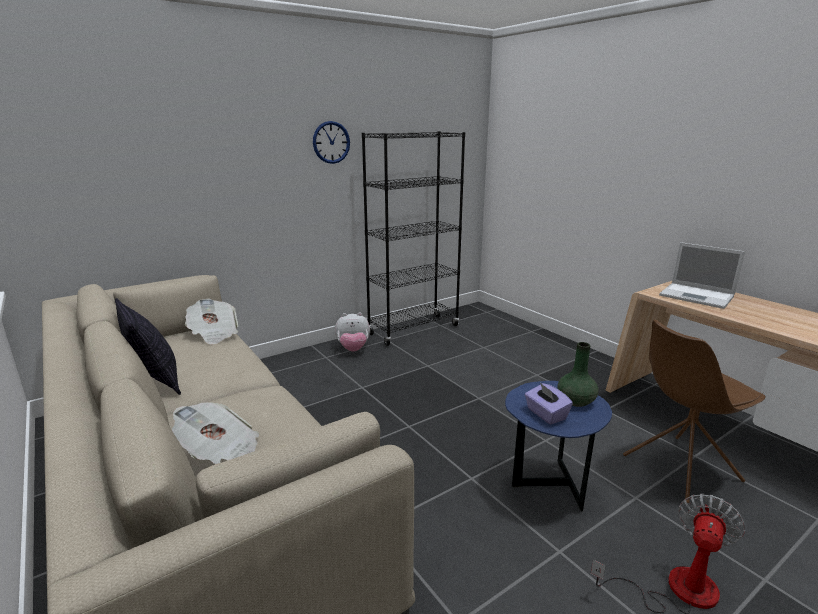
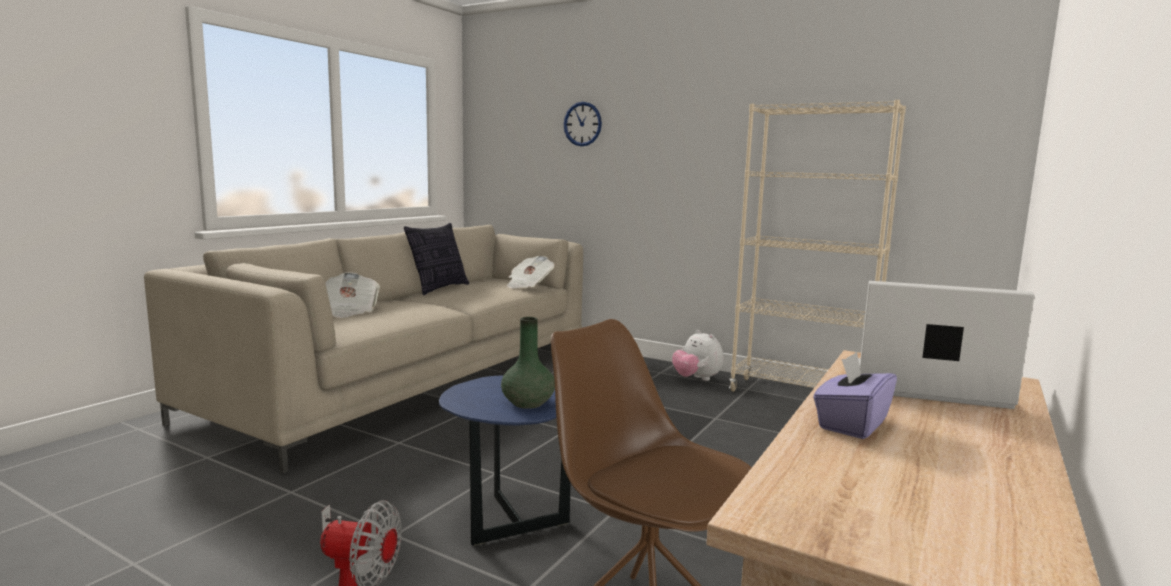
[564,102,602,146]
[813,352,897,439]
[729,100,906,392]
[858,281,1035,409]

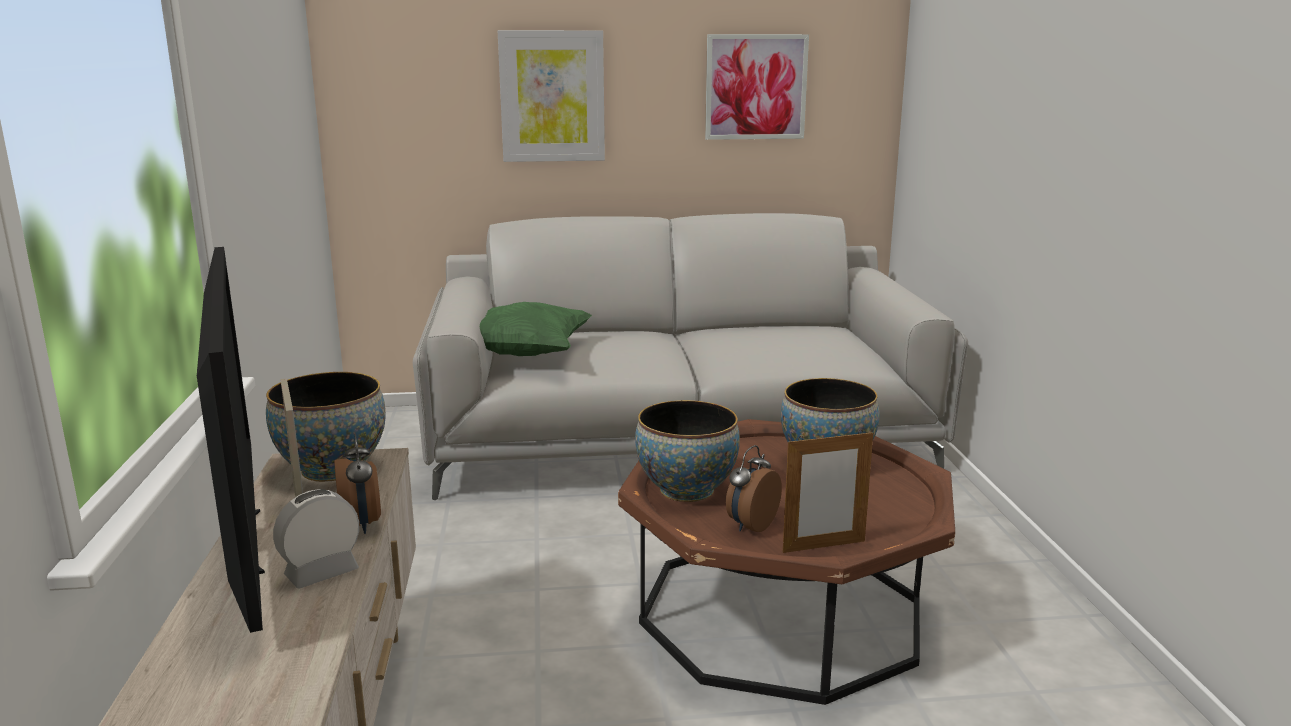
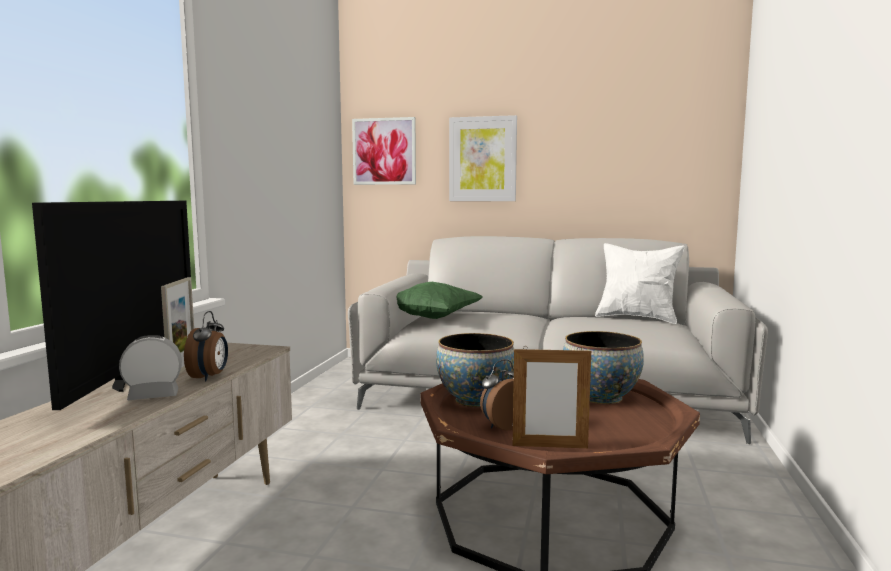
[266,372,386,482] (first image)
[595,243,684,324]
[352,117,416,185]

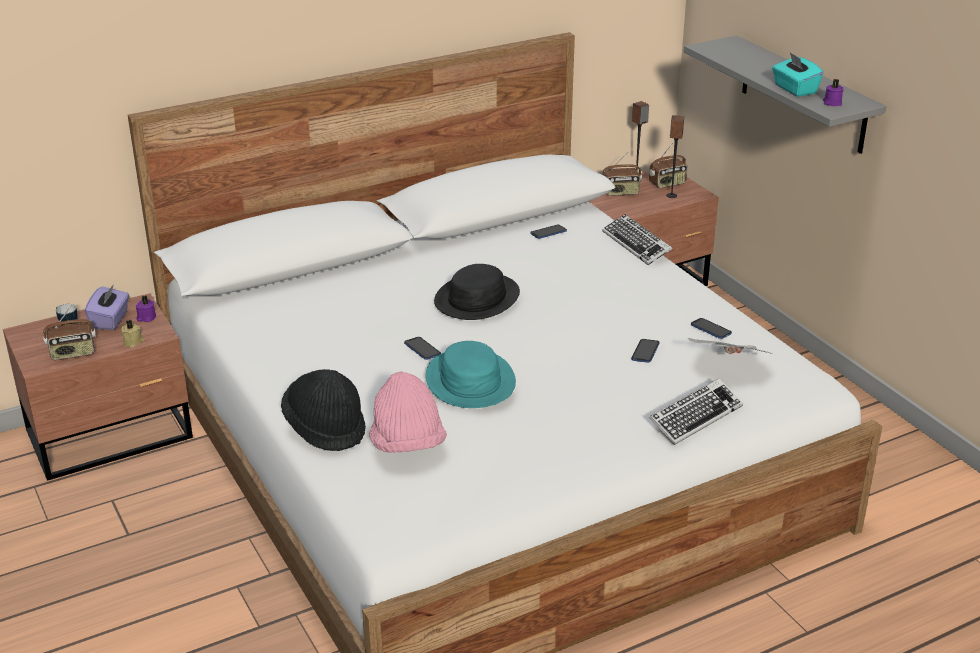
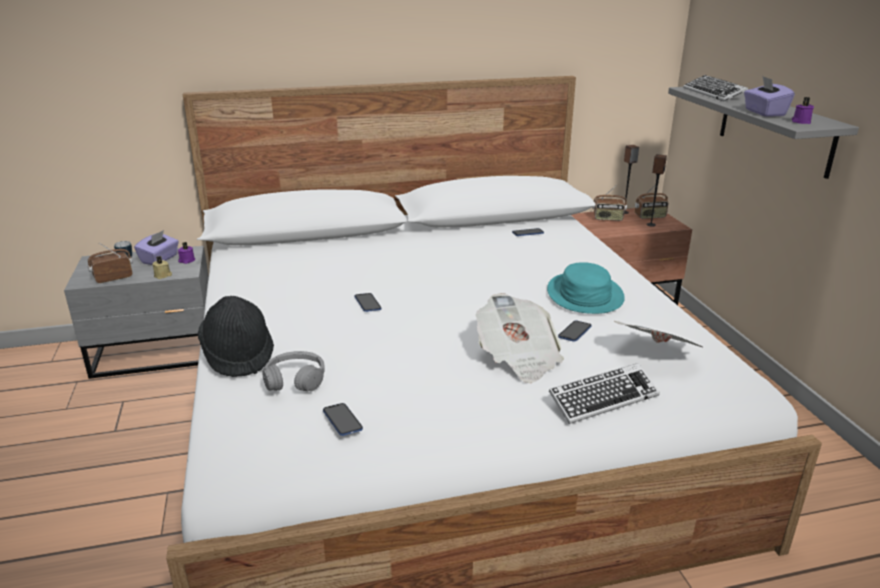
[434,264,520,320] (first image)
[475,293,564,383]
[547,262,625,314]
[683,75,748,101]
[323,403,363,436]
[262,351,325,391]
[64,246,209,379]
[744,76,795,117]
[88,243,133,283]

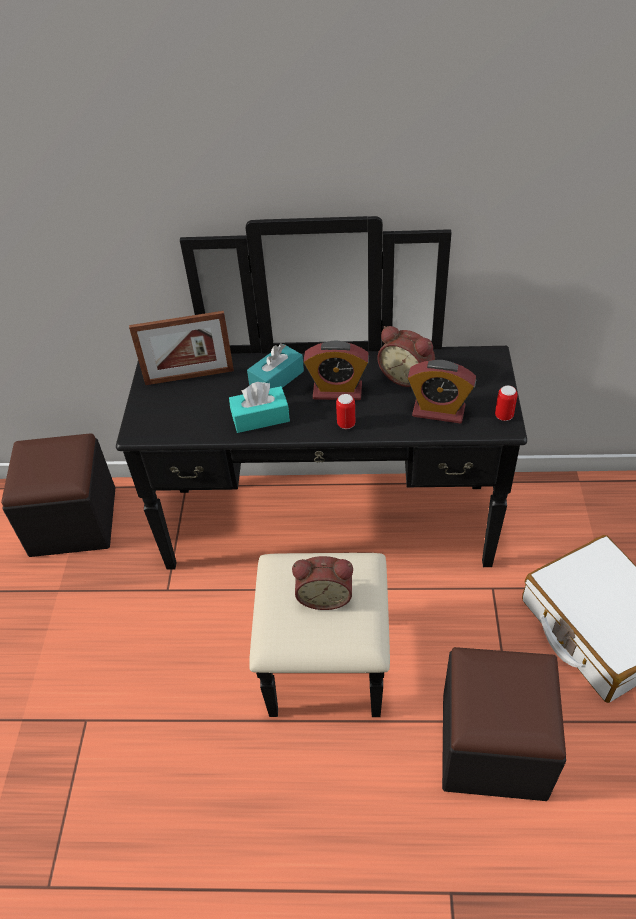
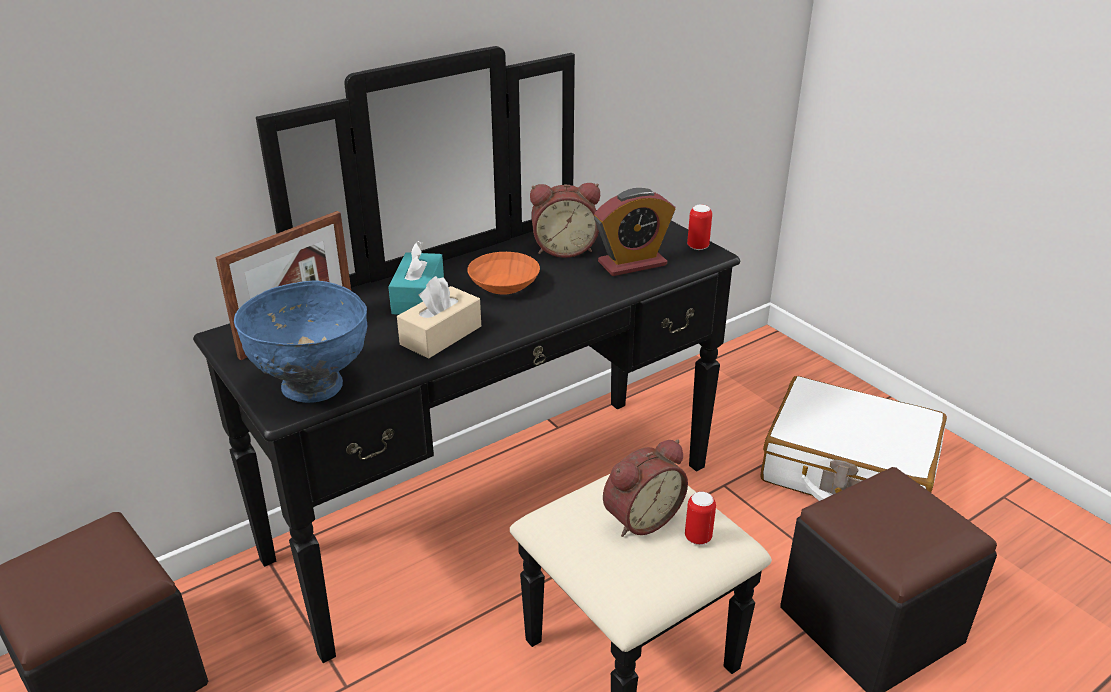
[234,280,368,403]
[685,492,716,545]
[467,252,540,295]
[397,276,481,359]

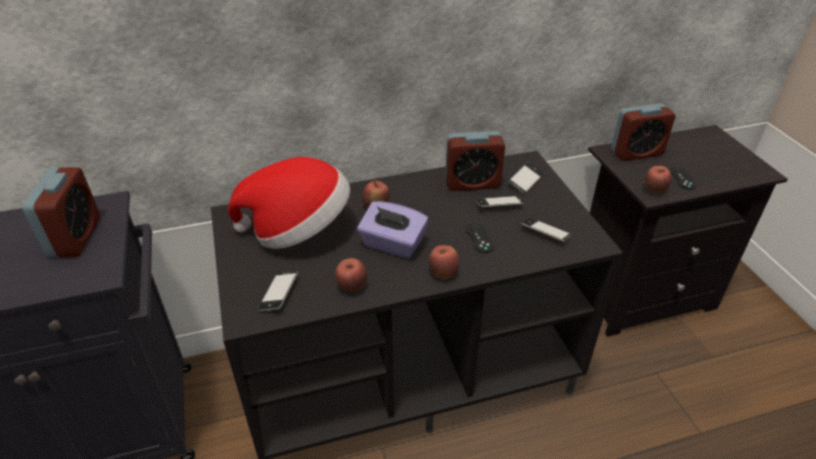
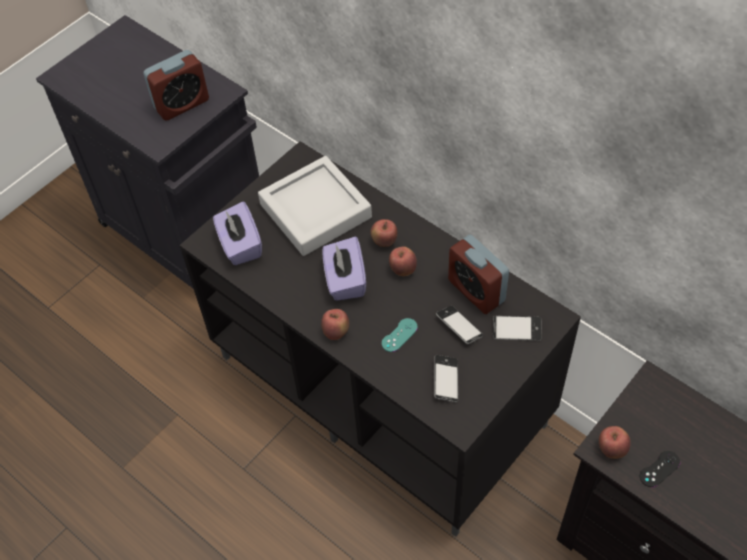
[611,103,675,161] (first image)
[389,246,417,276]
[258,156,372,256]
[213,202,262,265]
[382,318,418,352]

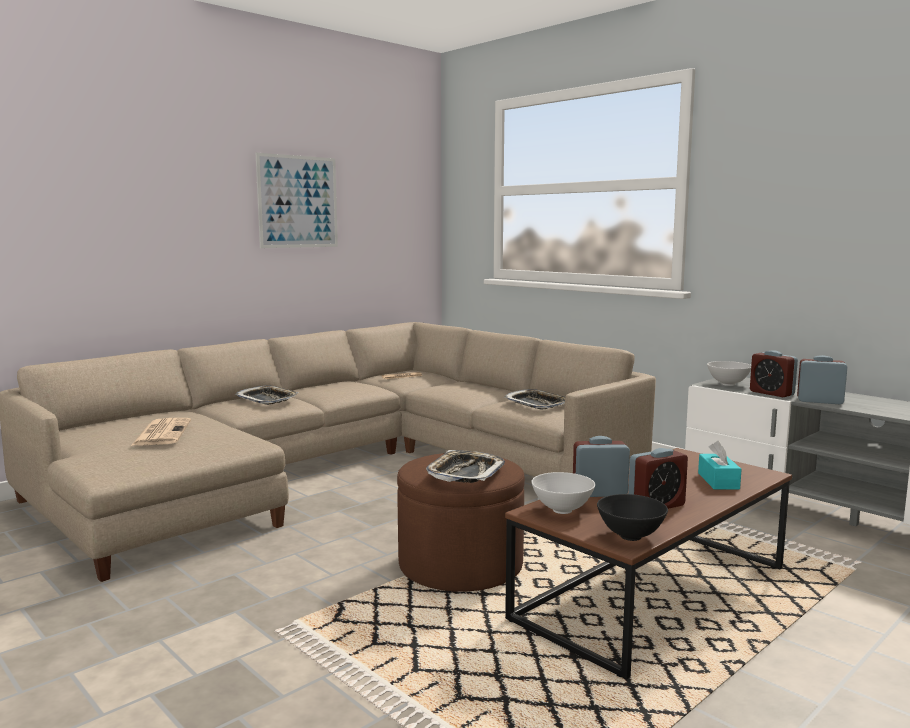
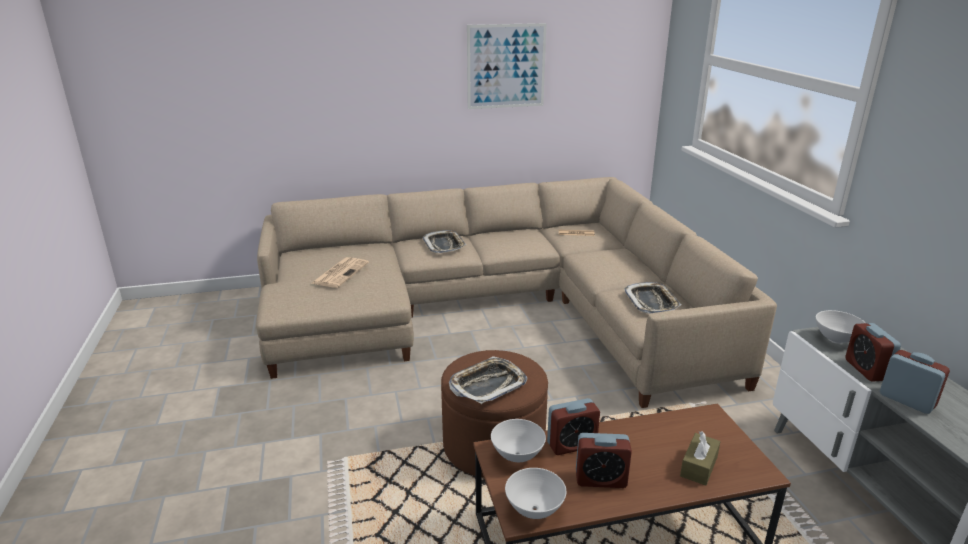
[505,468,566,519]
[680,431,721,486]
[547,398,600,455]

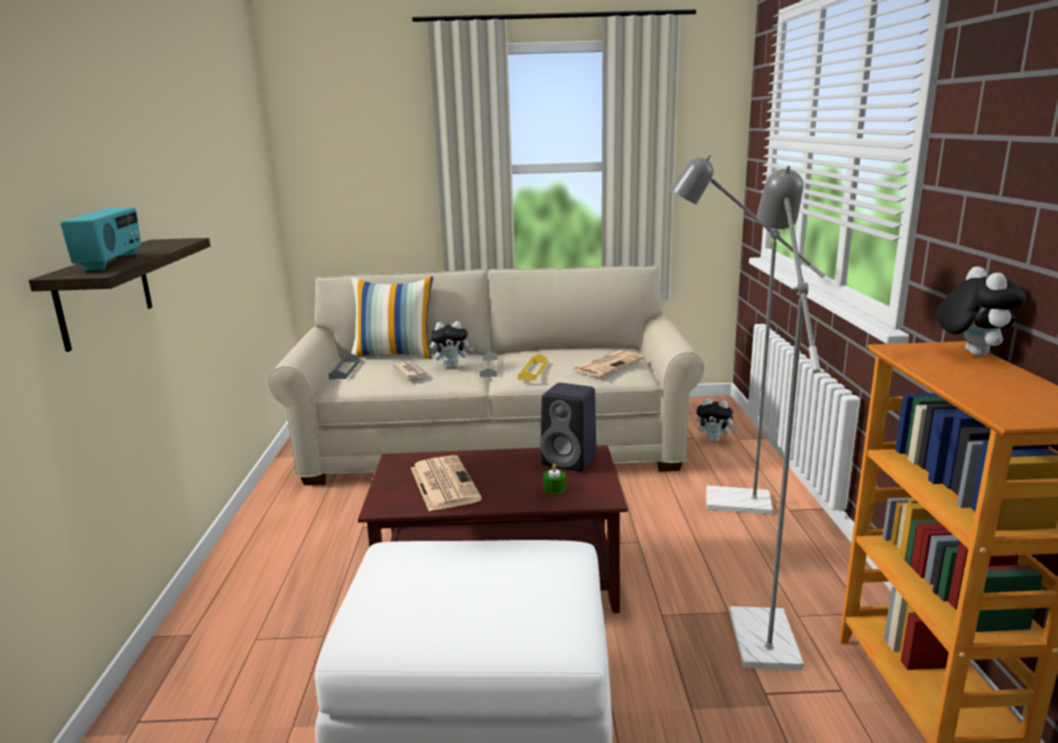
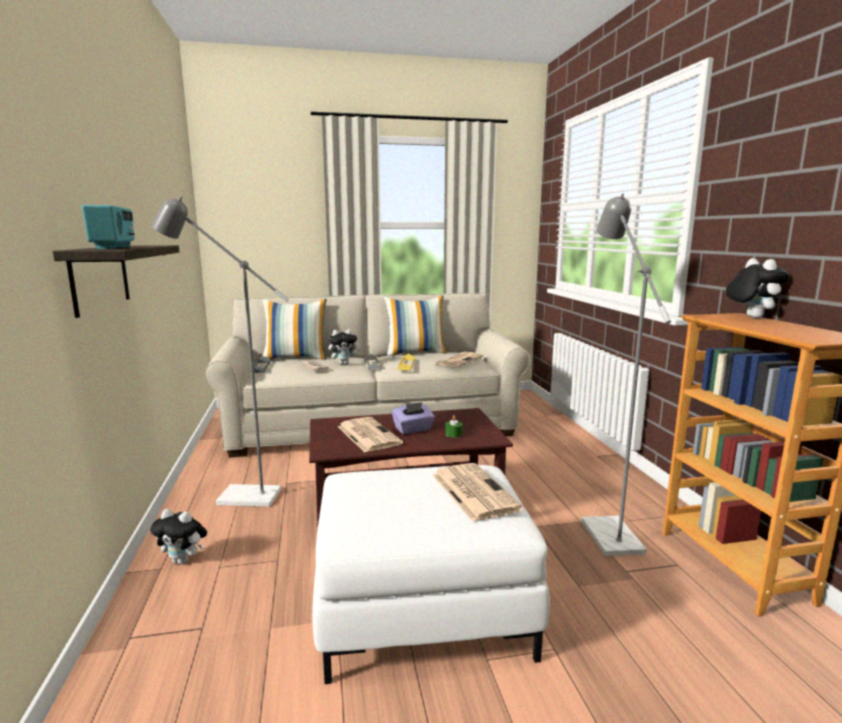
[540,383,597,472] (first image)
[384,295,447,356]
[392,402,435,434]
[433,463,523,522]
[151,196,289,507]
[150,509,207,565]

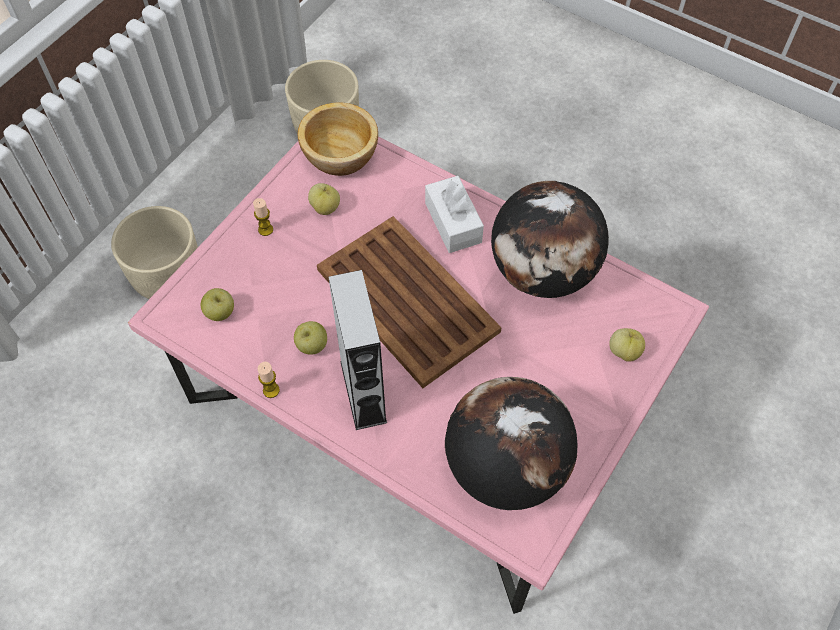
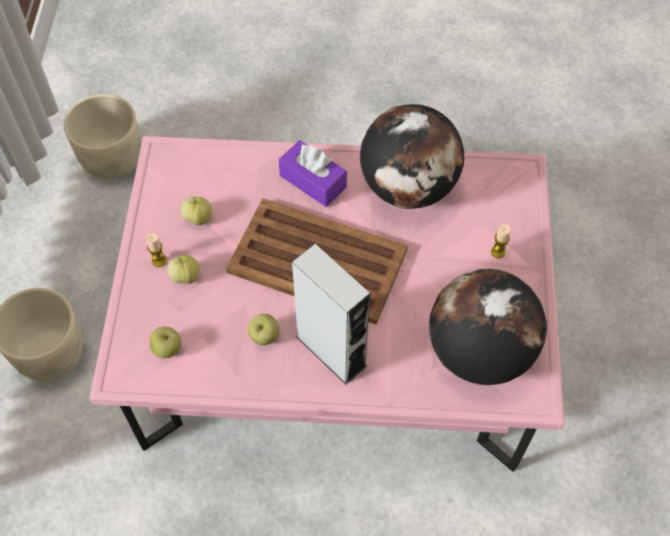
[297,102,378,176] (first image)
[491,224,511,258]
[168,255,200,284]
[279,140,347,207]

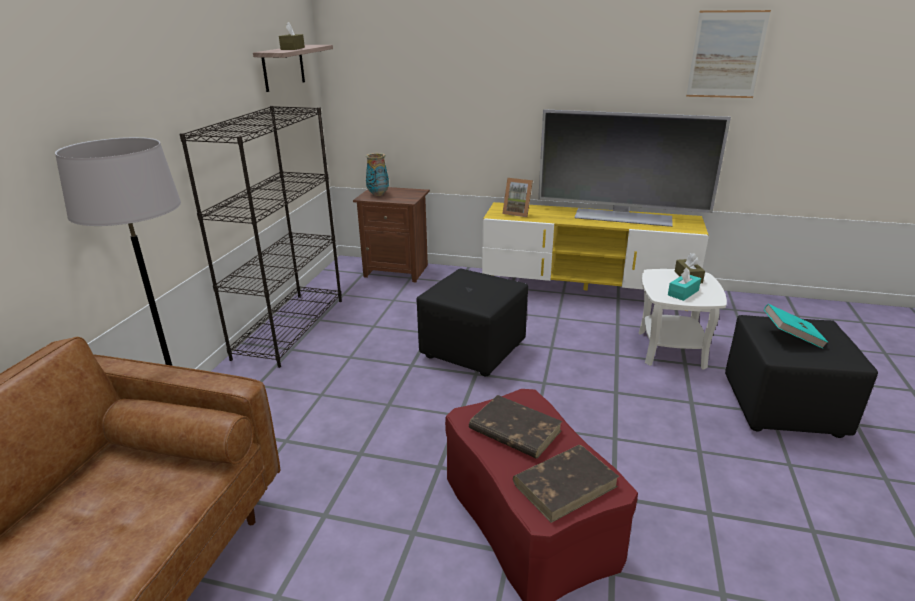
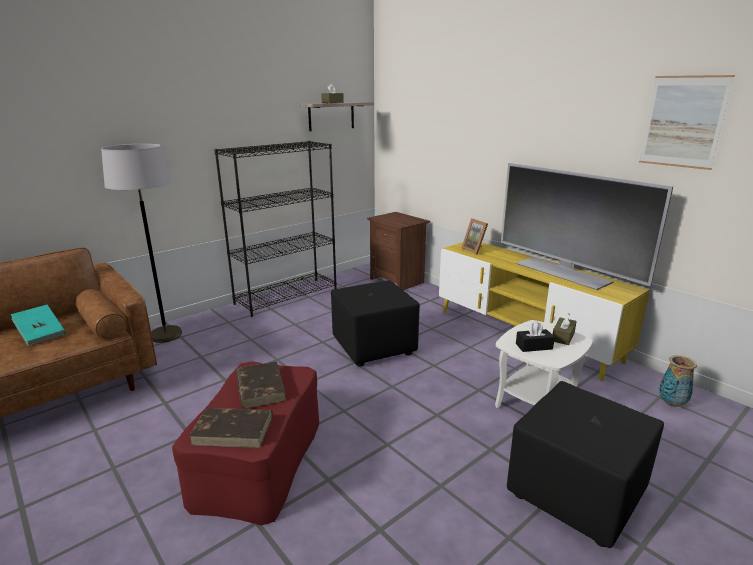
[659,355,697,407]
[11,305,66,346]
[516,321,555,352]

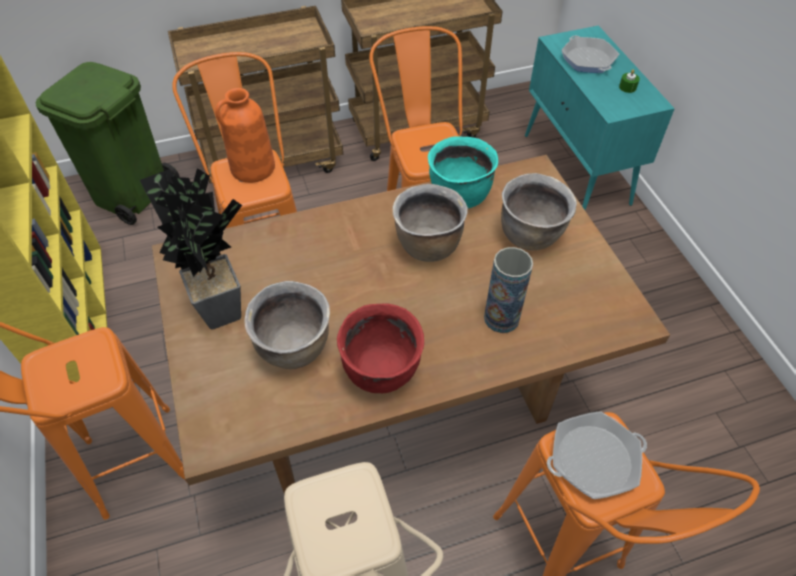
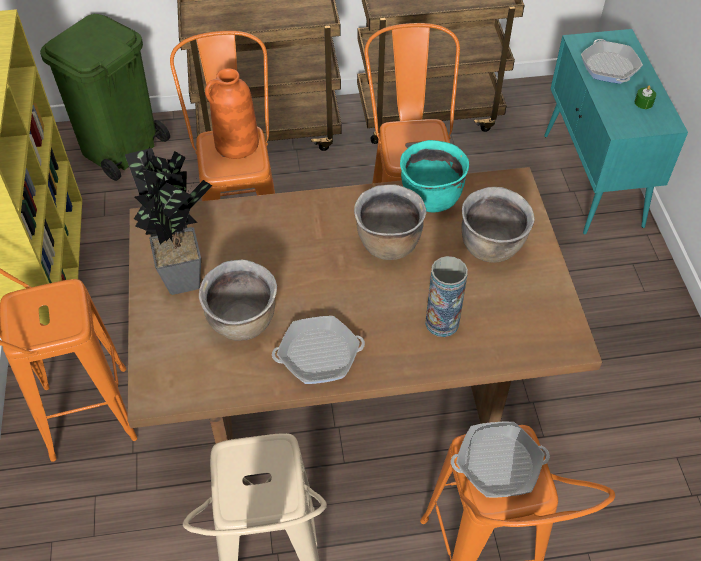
[272,316,365,384]

